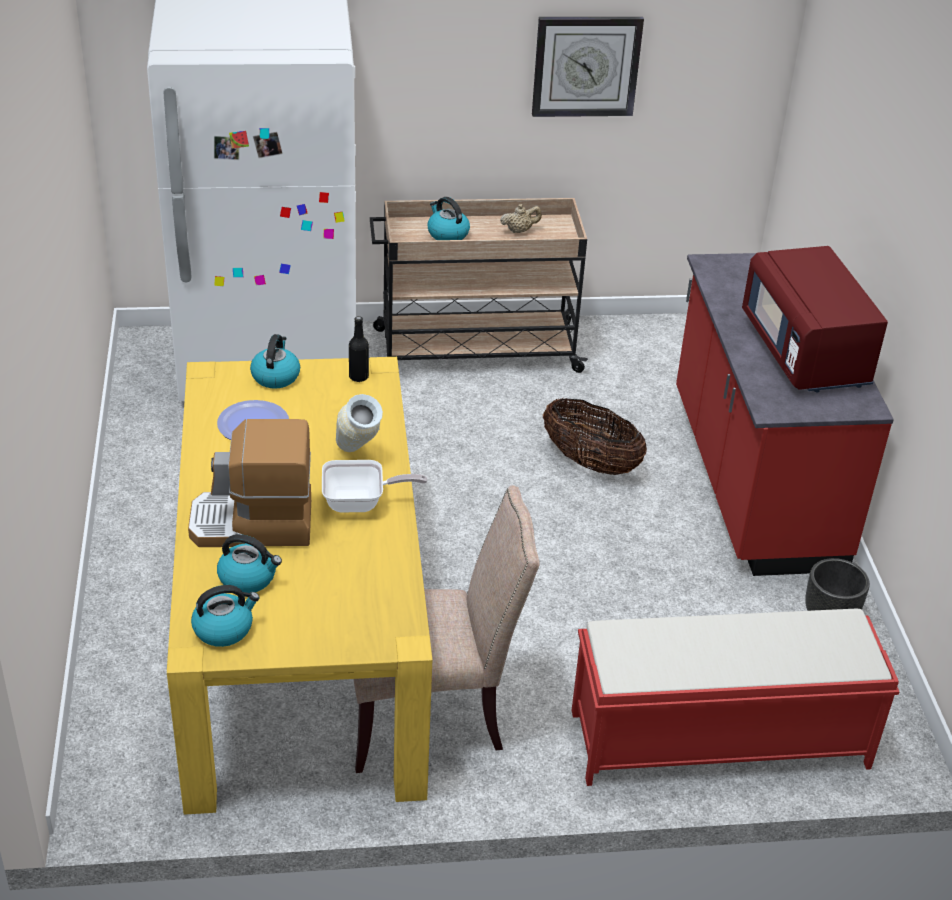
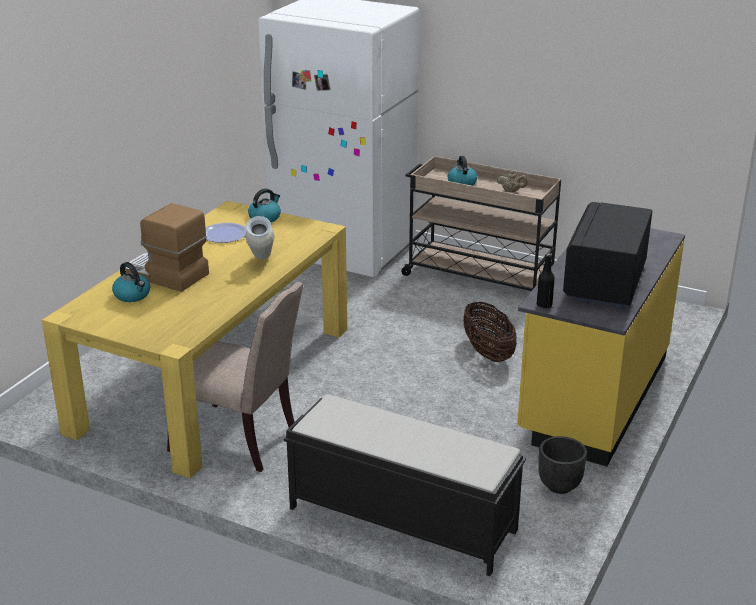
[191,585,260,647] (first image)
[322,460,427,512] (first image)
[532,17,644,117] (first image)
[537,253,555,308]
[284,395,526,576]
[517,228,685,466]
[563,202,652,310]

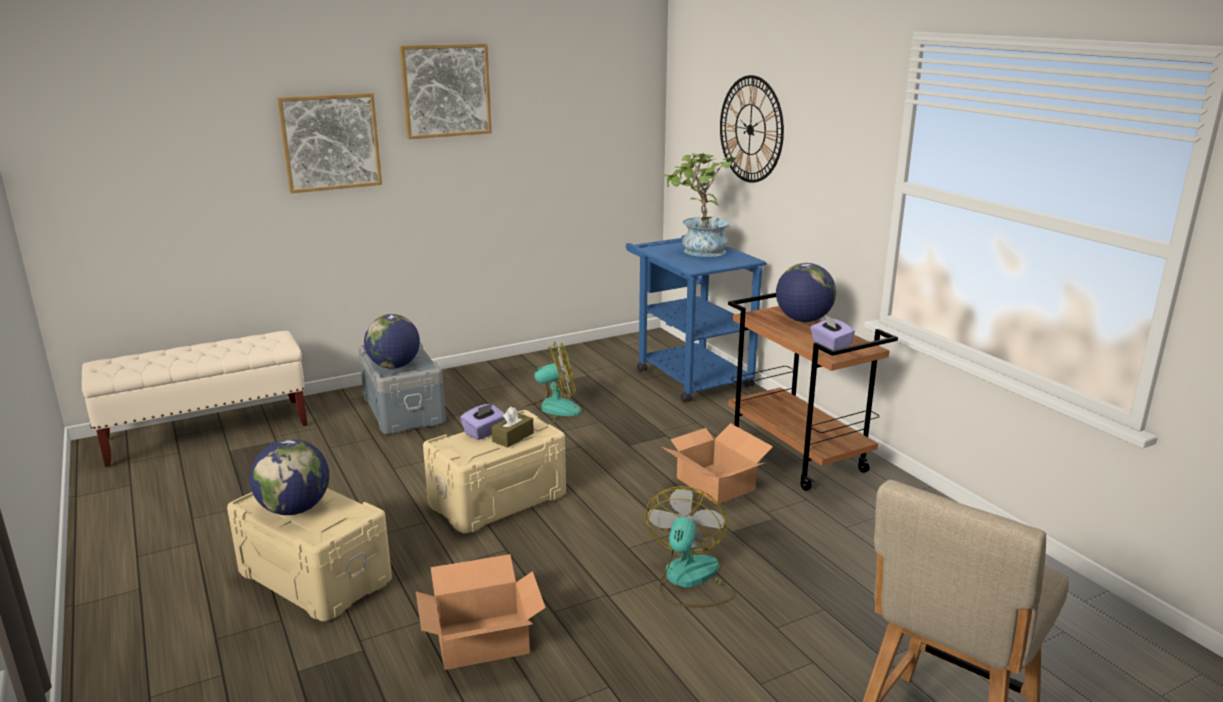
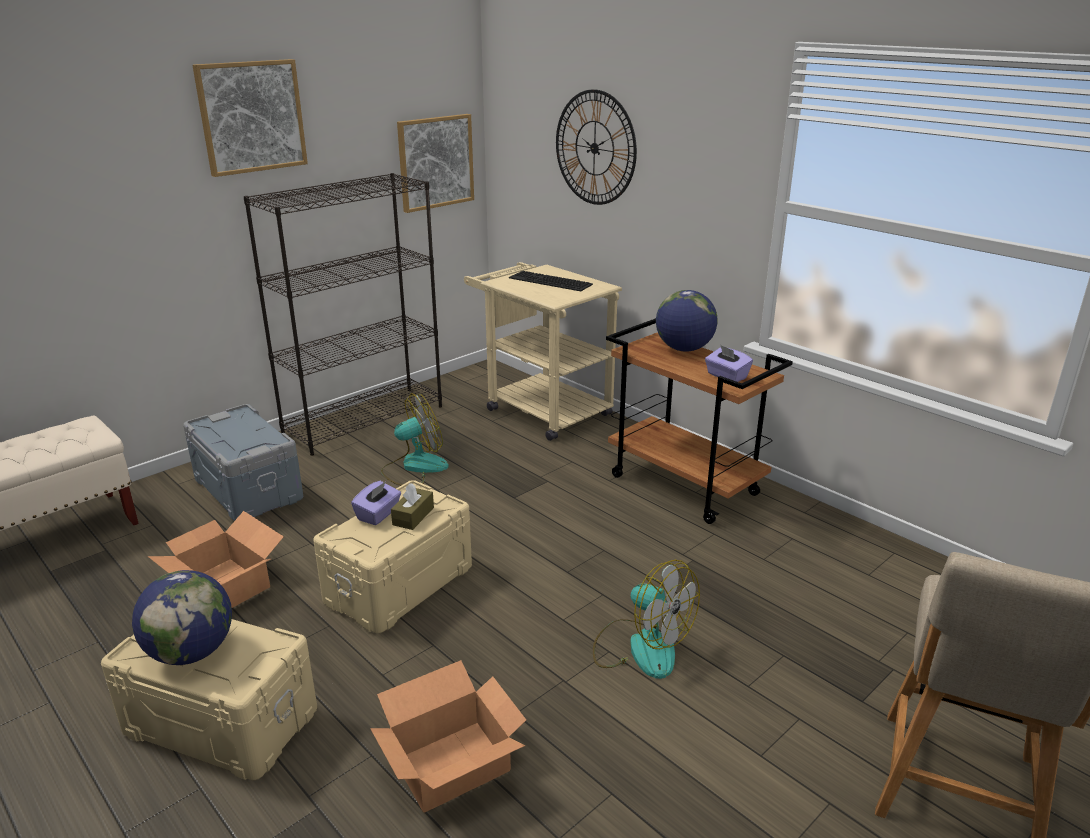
[364,314,420,369] (first image)
[244,173,442,456]
[397,114,474,213]
[148,511,284,608]
[509,271,593,291]
[464,262,622,441]
[593,560,700,679]

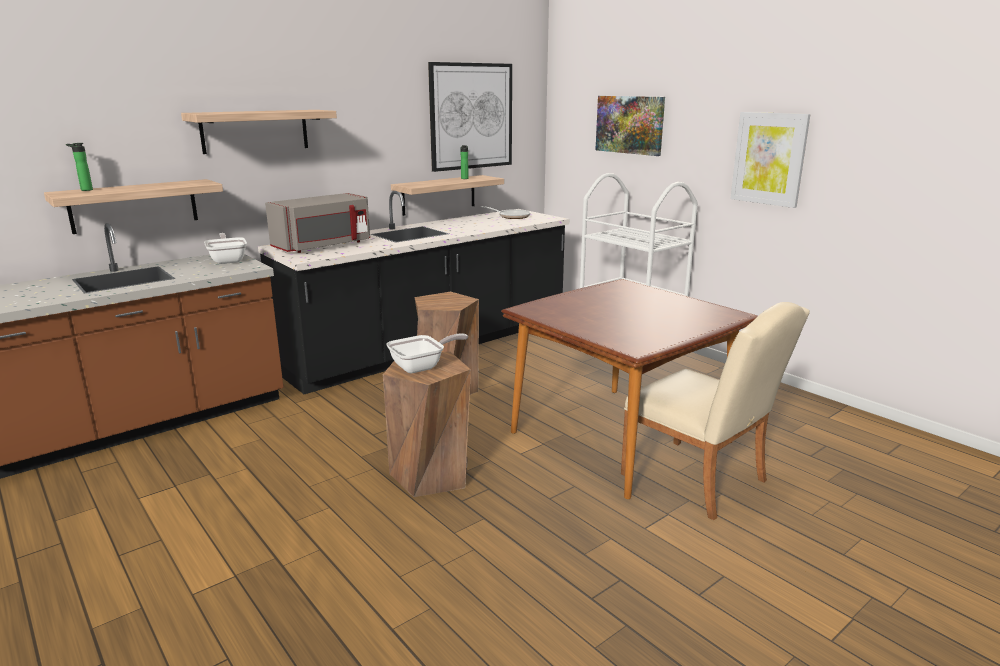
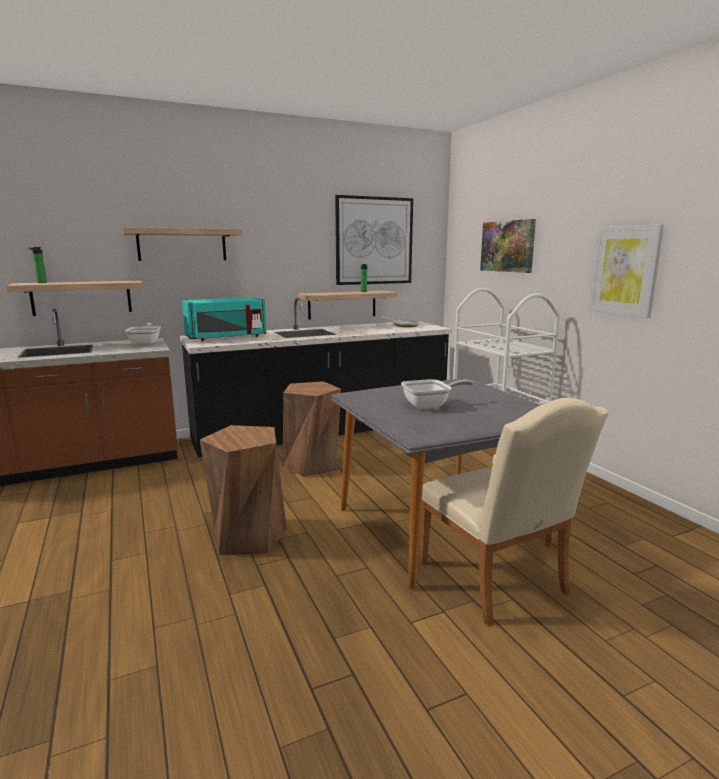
[401,379,474,409]
[182,297,267,341]
[331,378,552,589]

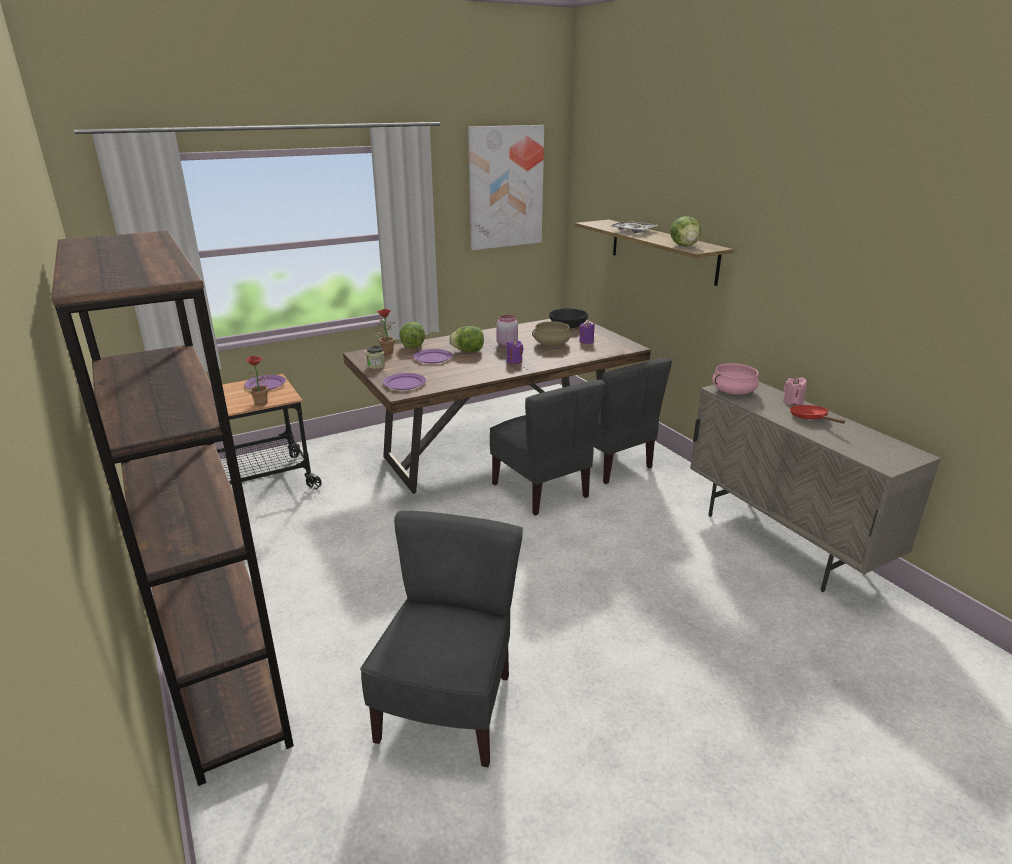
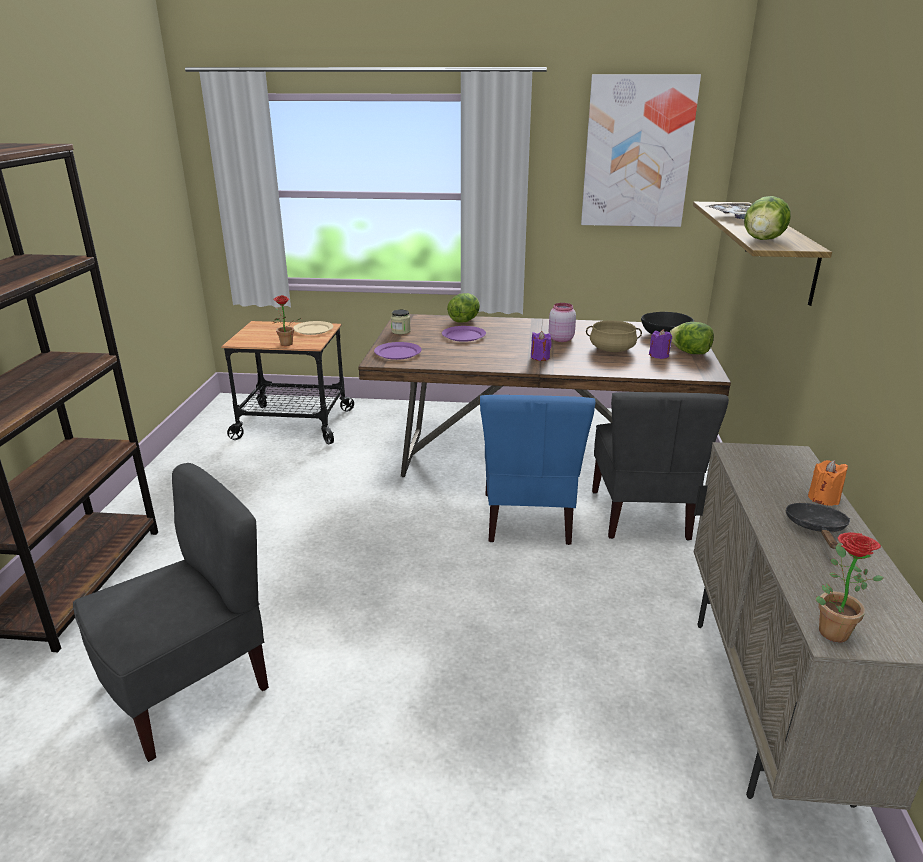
[712,363,759,395] (first image)
[816,532,884,642]
[669,322,714,354]
[293,321,333,335]
[480,395,595,545]
[808,460,848,506]
[785,503,850,549]

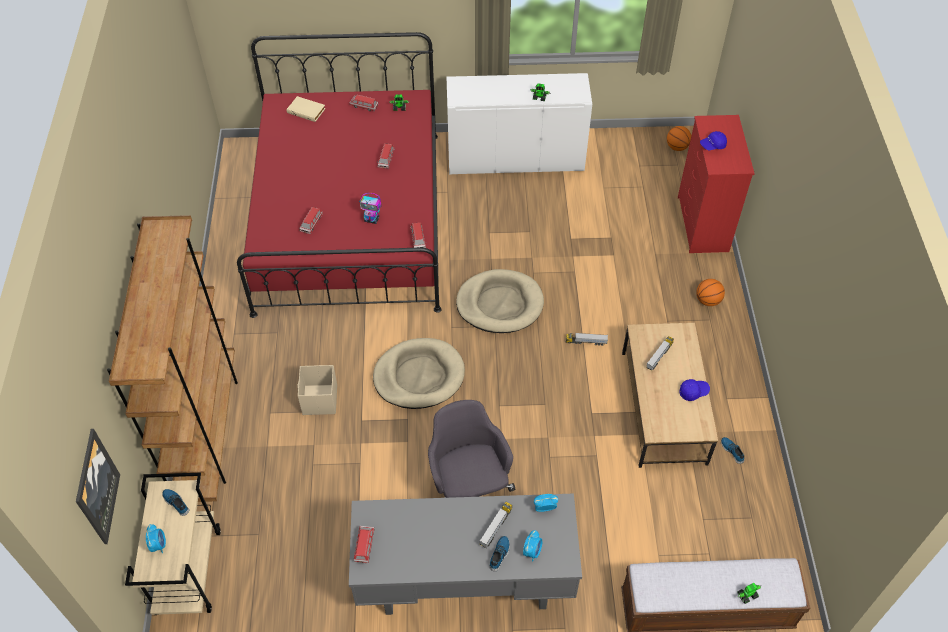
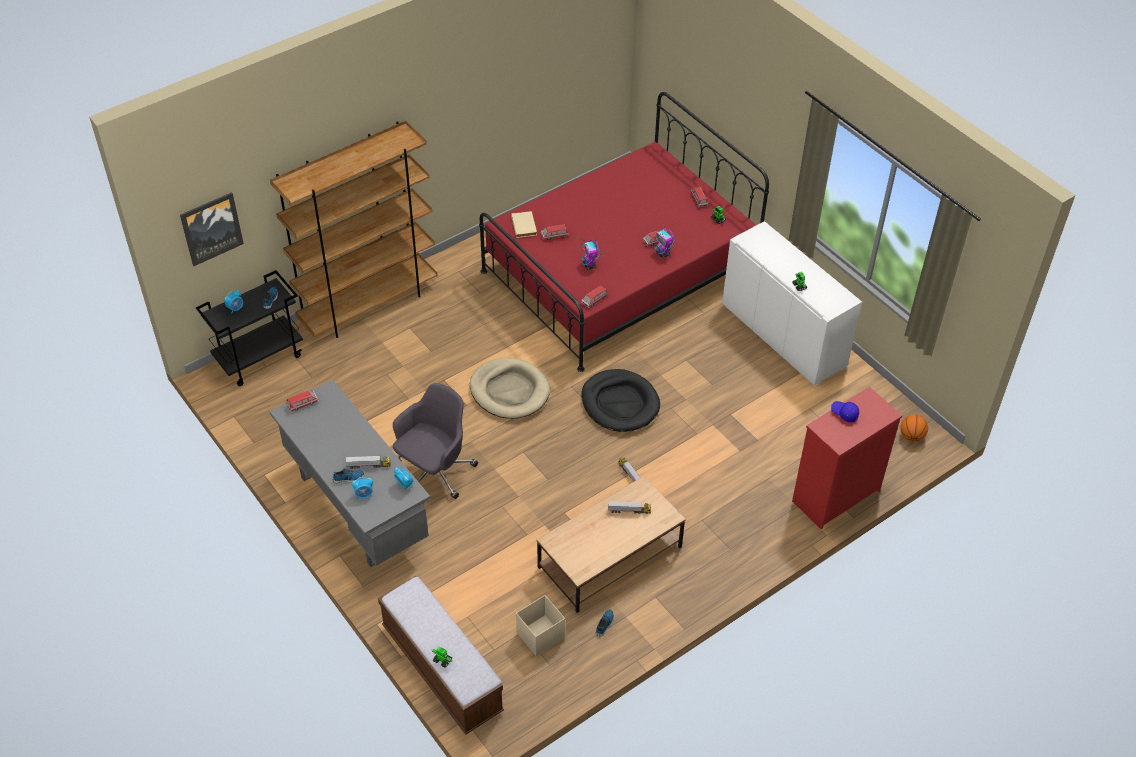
[680,379,710,401] (first image)
[696,279,725,306] (first image)
[653,228,675,258]
[511,211,537,238]
[516,595,565,656]
[196,270,303,386]
[582,369,660,432]

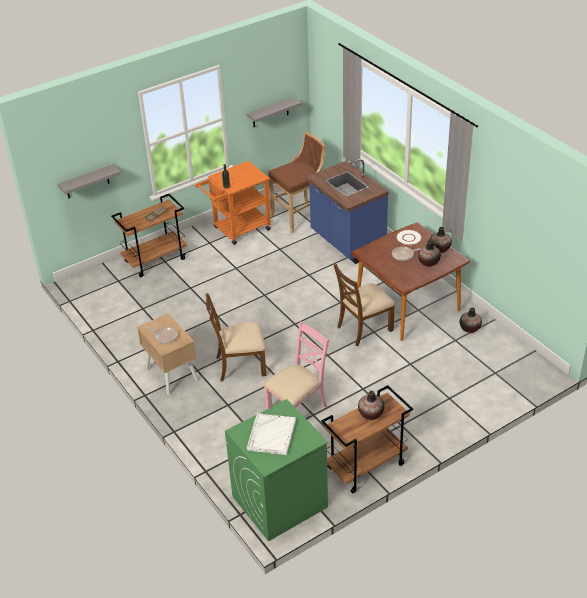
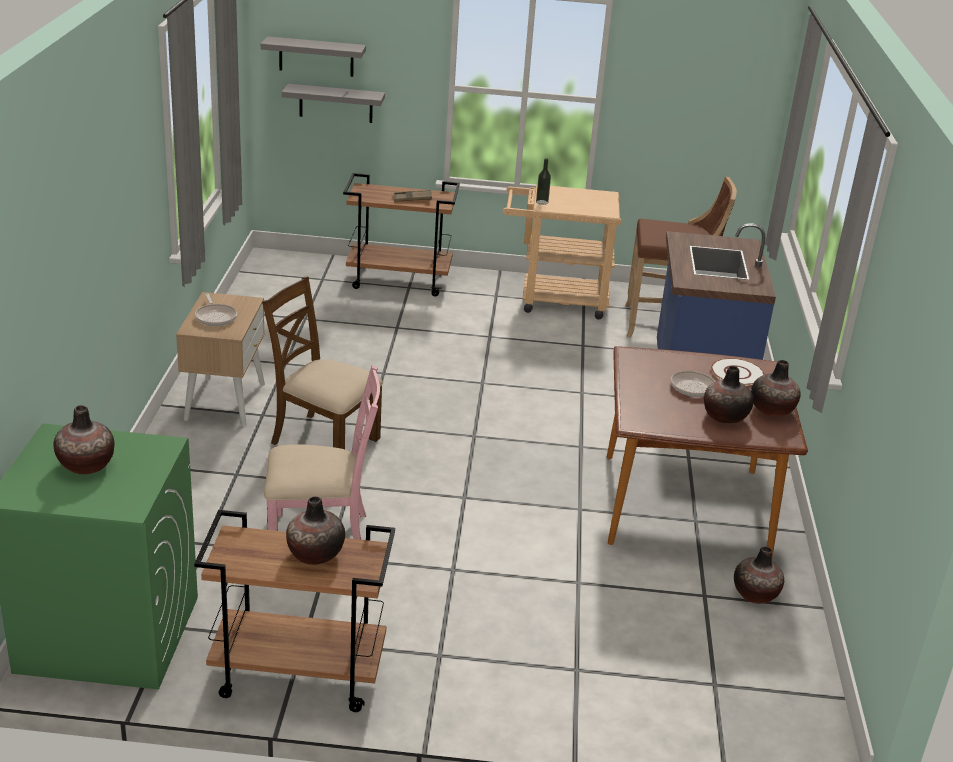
[334,263,395,346] (first image)
[261,36,366,77]
[53,405,114,475]
[503,185,621,320]

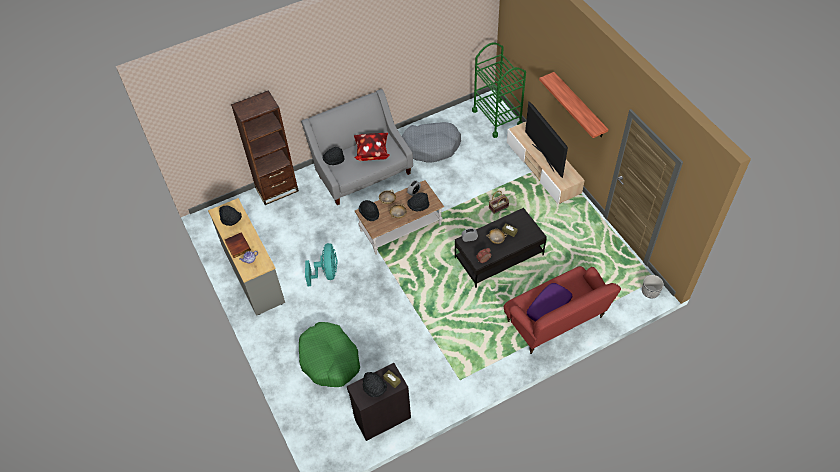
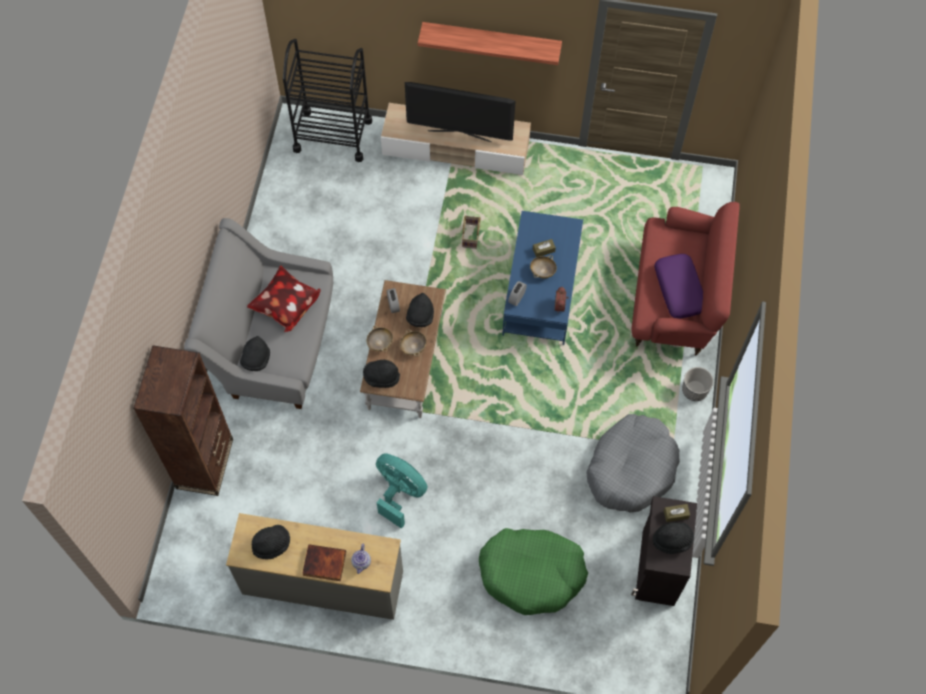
[587,414,680,512]
[682,367,714,401]
[502,211,583,345]
[283,39,372,162]

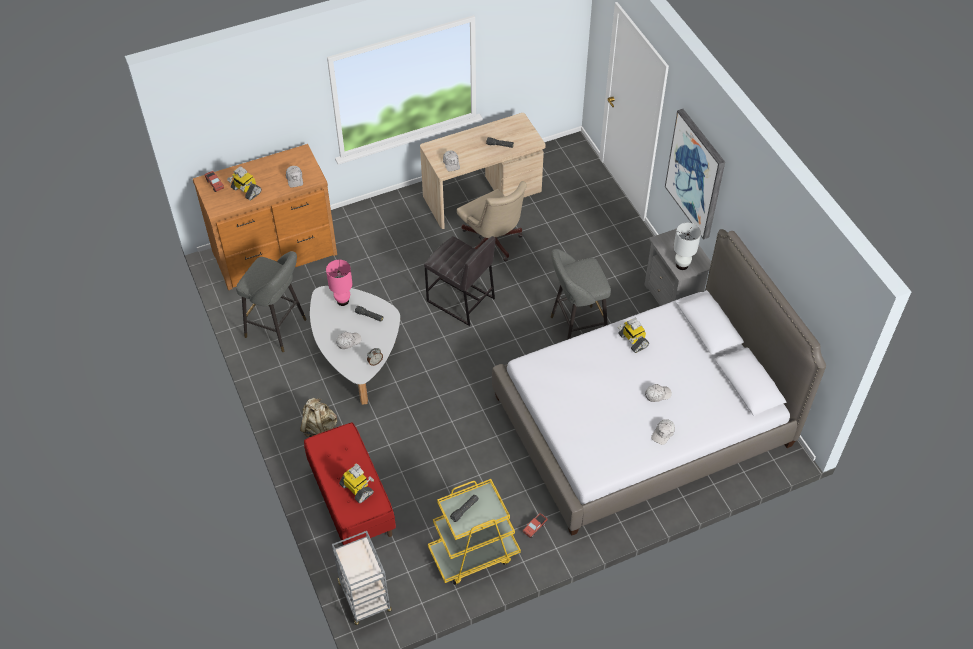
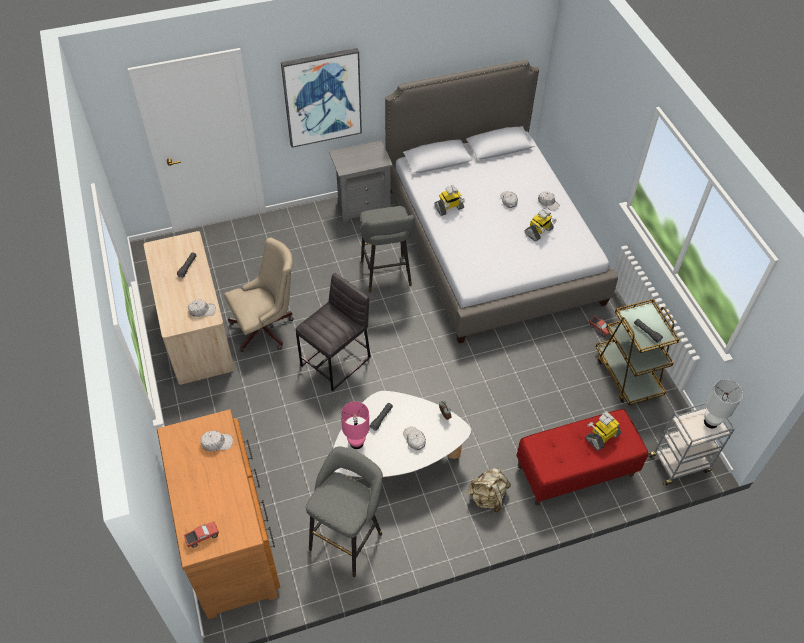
[524,208,557,242]
[704,379,743,429]
[596,299,680,405]

